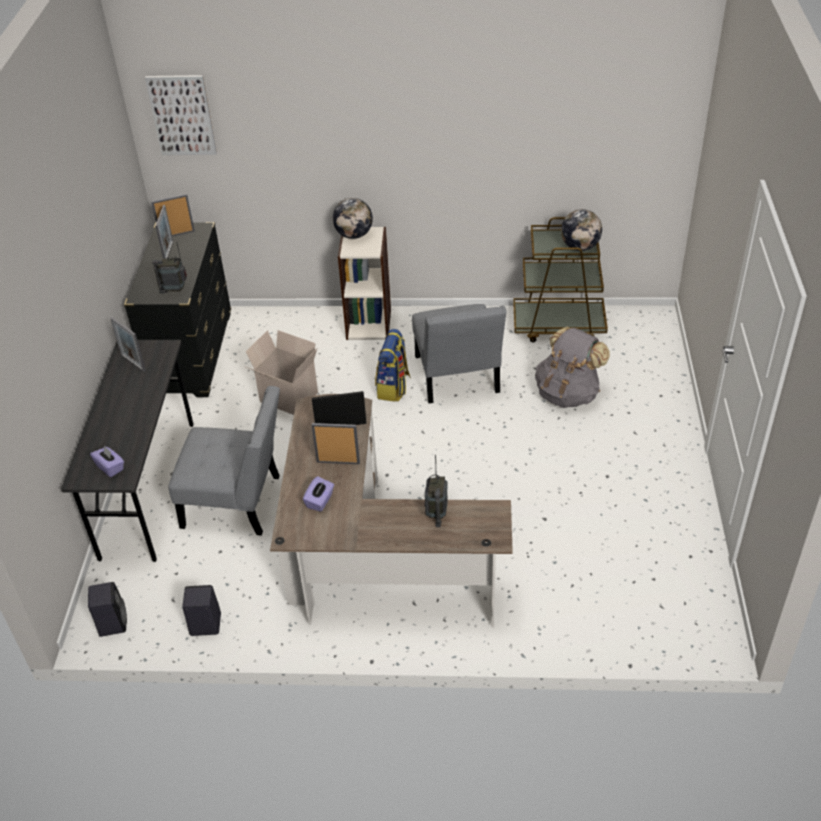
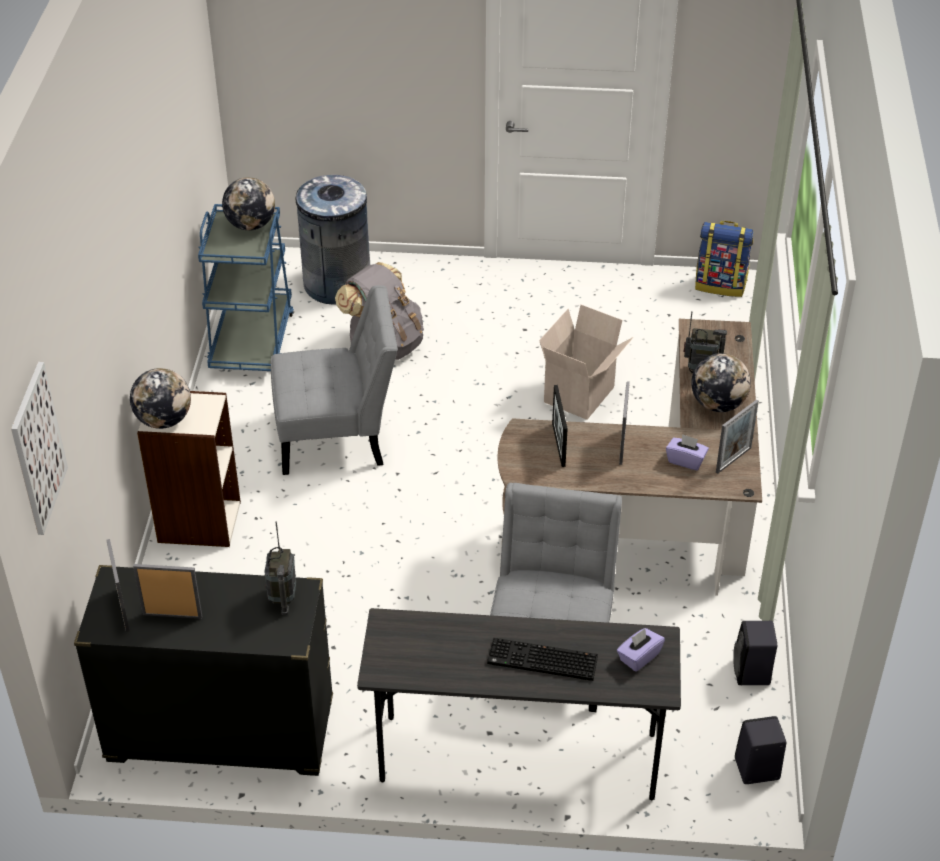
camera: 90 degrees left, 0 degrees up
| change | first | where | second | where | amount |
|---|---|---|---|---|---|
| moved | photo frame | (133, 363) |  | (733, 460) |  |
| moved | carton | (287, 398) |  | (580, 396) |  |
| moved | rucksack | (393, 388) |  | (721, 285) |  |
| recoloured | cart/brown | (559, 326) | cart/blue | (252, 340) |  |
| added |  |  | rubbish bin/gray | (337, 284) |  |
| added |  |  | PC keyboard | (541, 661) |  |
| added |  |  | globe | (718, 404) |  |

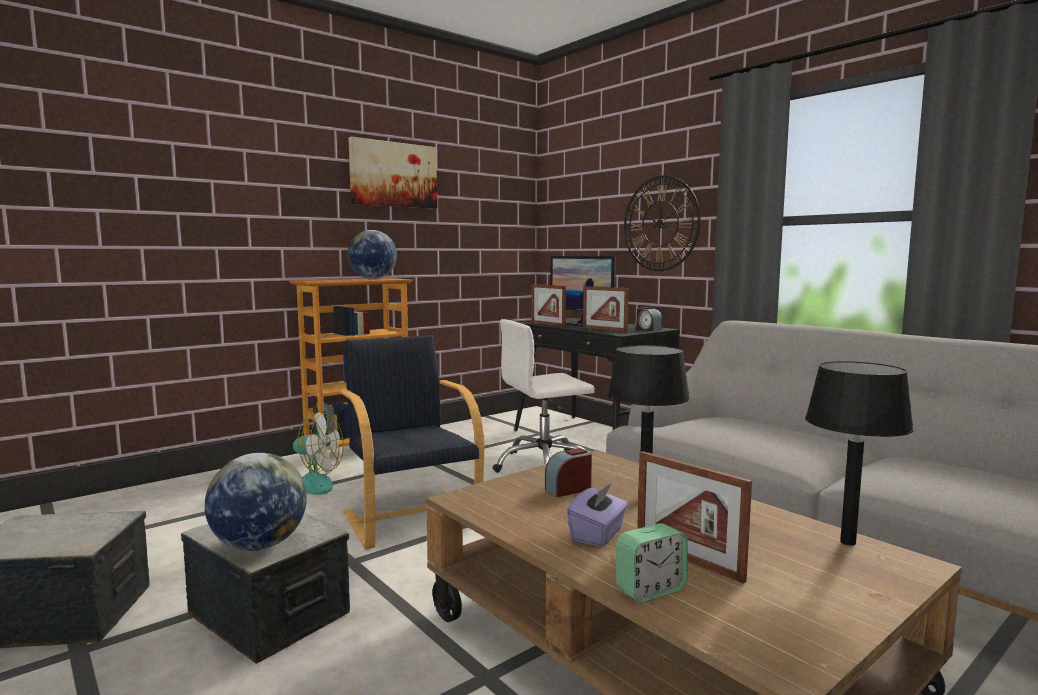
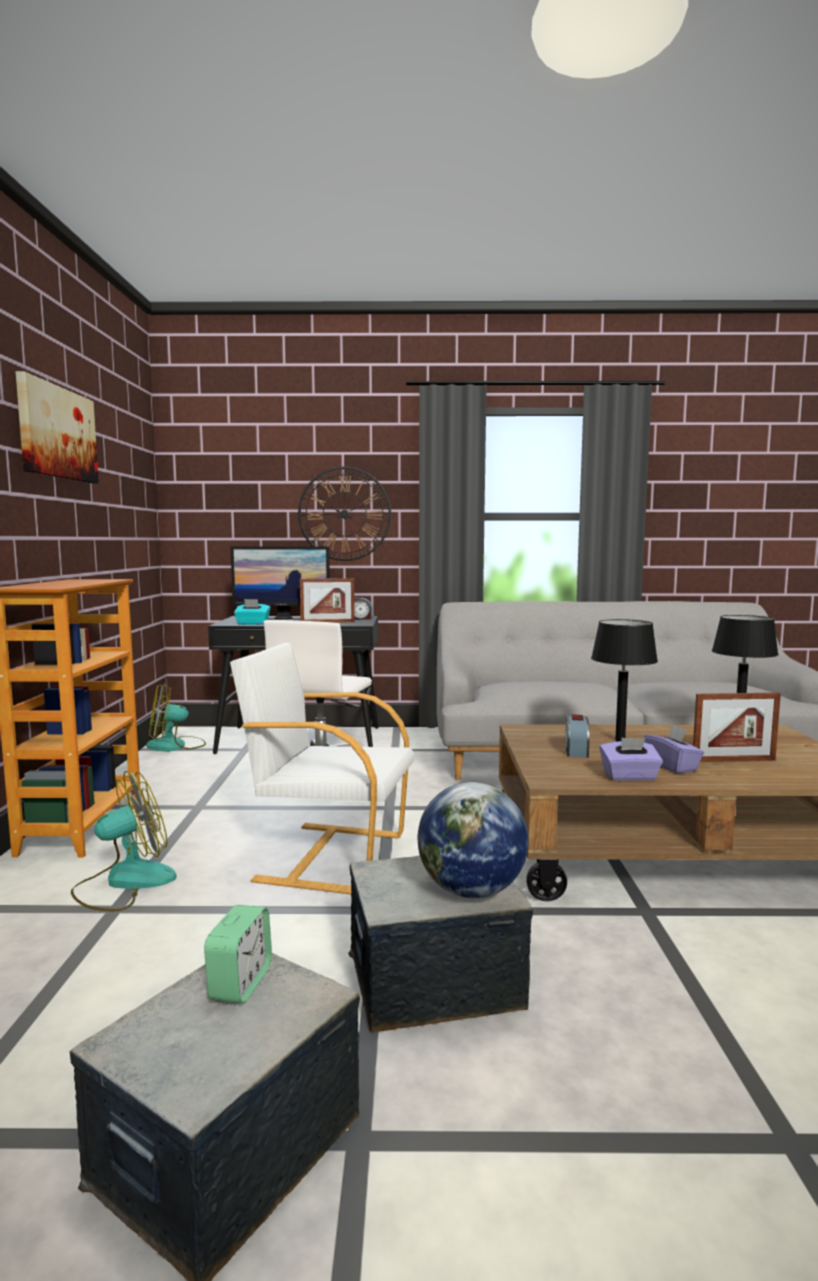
camera: 50 degrees left, 0 degrees up
| change | first | where | second | where | amount |
|---|---|---|---|---|---|
| recoloured | armchair/blackish | (411, 518) | armchair/whitish | (329, 856) |  |
| removed | globe | (373, 279) |  |  |  |
| replaced | photo frame | (548, 324) | tissue holder/blue-green | (252, 624) |  |
| moved | table clock | (650, 590) |  | (240, 984) |  |
| added |  |  | cooling fan | (175, 746) |  |
| added |  |  | tissue holder/purple | (629, 777) |  |

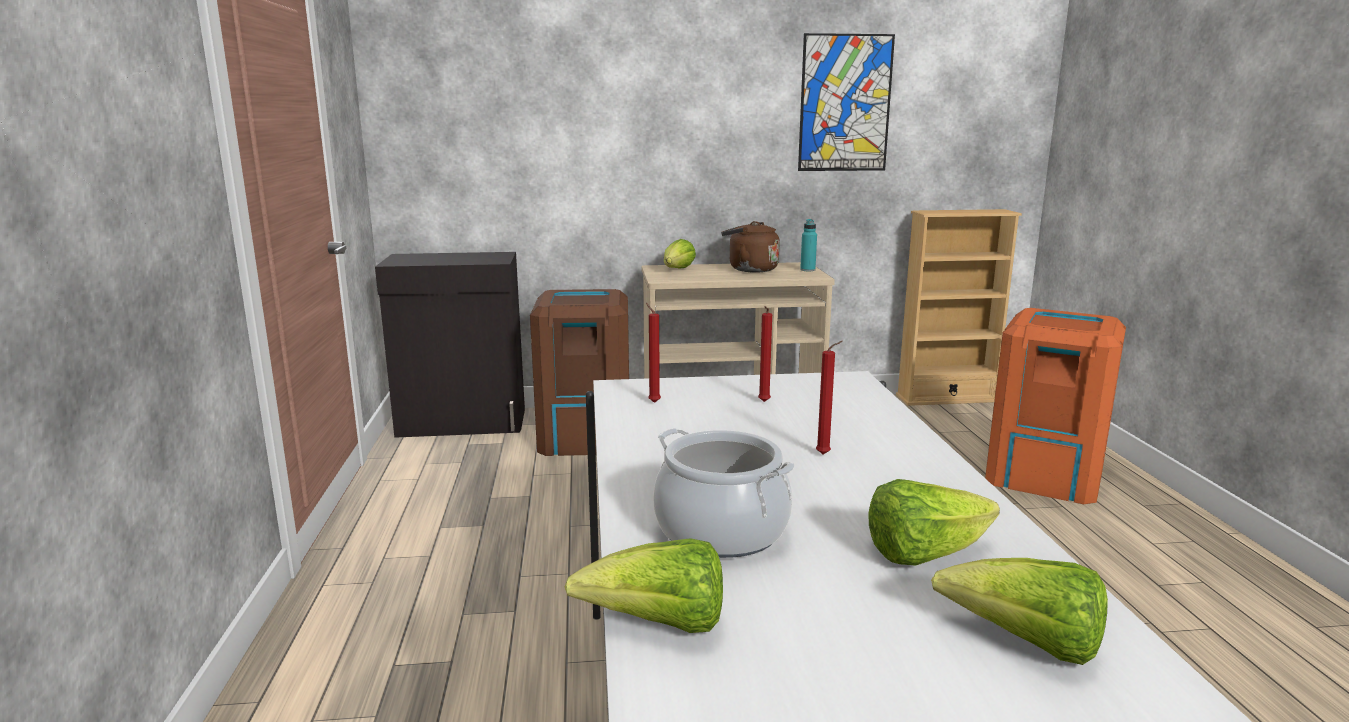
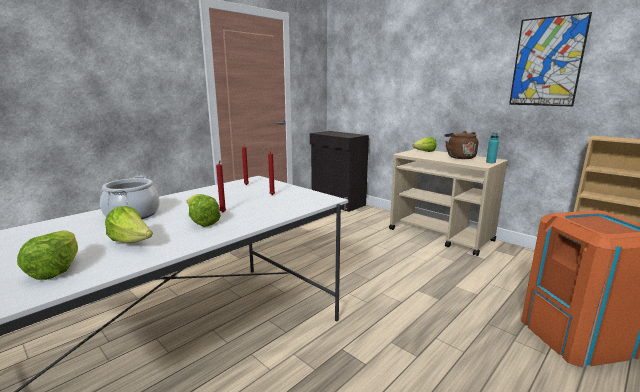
camera: 50 degrees right, 0 degrees up
| change | first | where | second | where | amount |
|---|---|---|---|---|---|
| removed | rubbish bin/brown | (585, 437) |  |  |  |
| moved | head of lettuce | (659, 626) |  | (202, 222) |  |

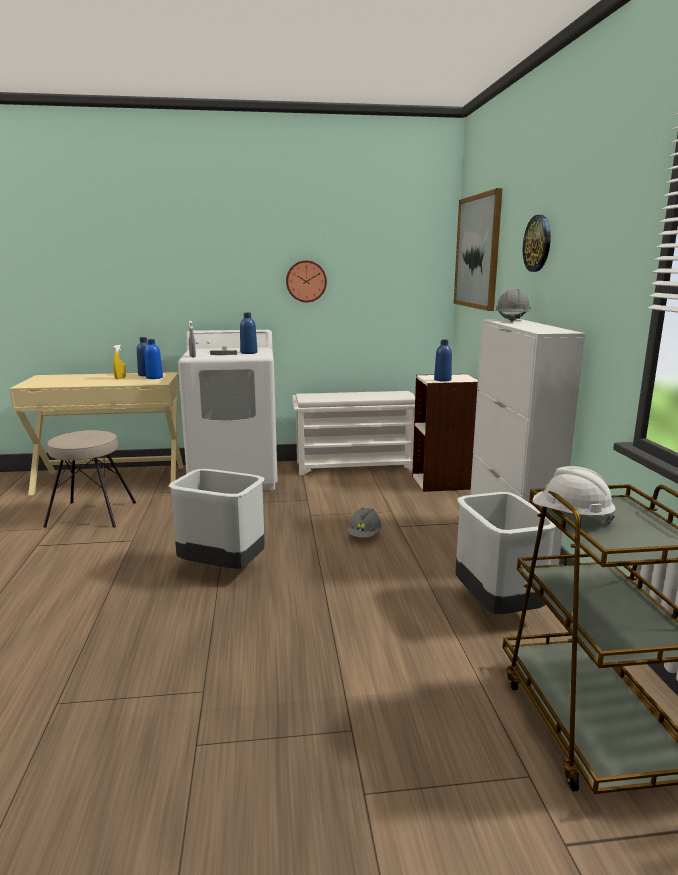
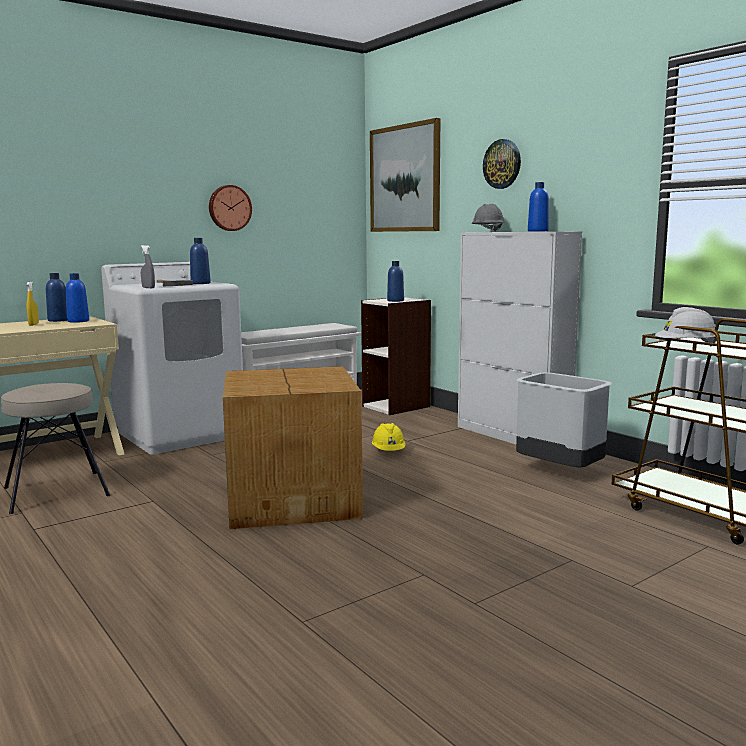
camera: 30 degrees left, 5 degrees down
| change | first | where | second | where | amount |
|---|---|---|---|---|---|
| replaced | rubbish bin/gray | (223, 568) | carton | (294, 498) |  |
| recoloured | safety helmet/gray | (365, 535) | safety helmet/yellowish | (388, 452) |  |
| added |  |  | drink bottle/blue | (538, 231) |  |

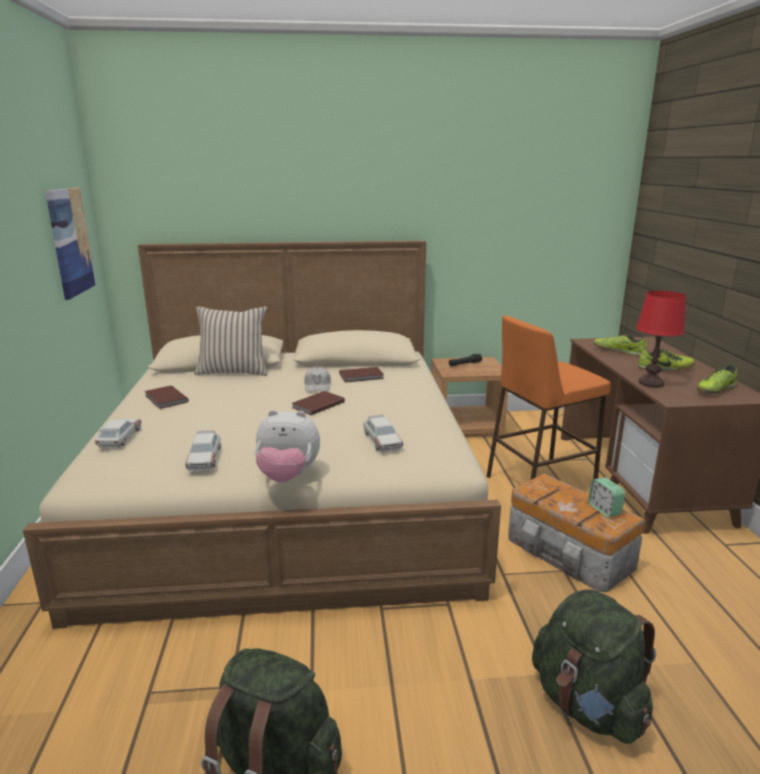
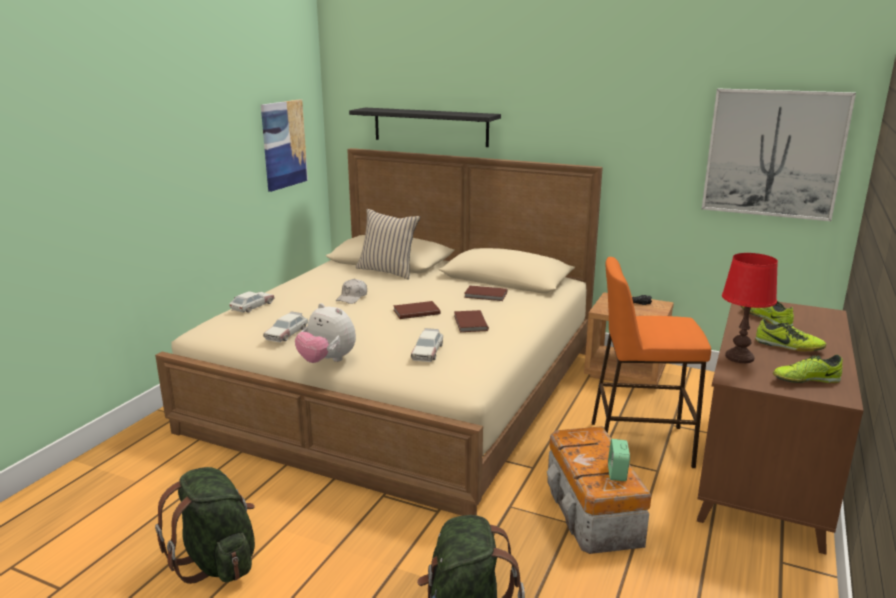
camera: 30 degrees right, 0 degrees up
| change | first | where | second | where | amount |
|---|---|---|---|---|---|
| moved | bound book/brown | (165, 399) |  | (469, 323) |  |
| moved | peaked cap/whitish | (317, 386) |  | (352, 297) |  |
| added |  |  | shelf/blackish | (430, 127) |  |
| added |  |  | picture | (774, 154) |  |

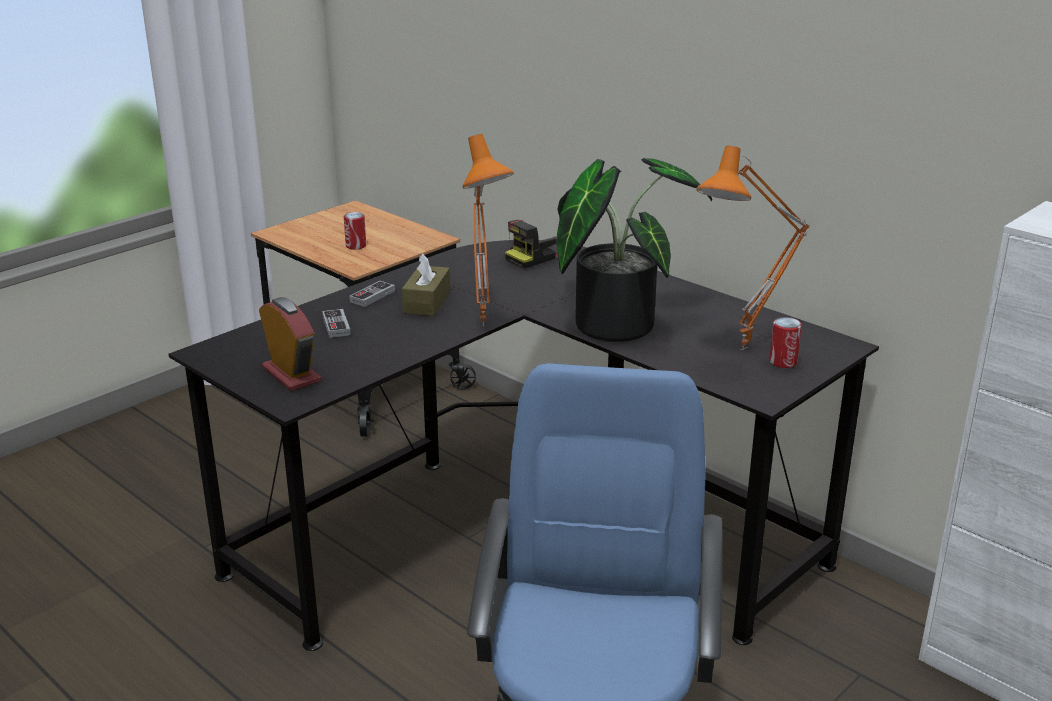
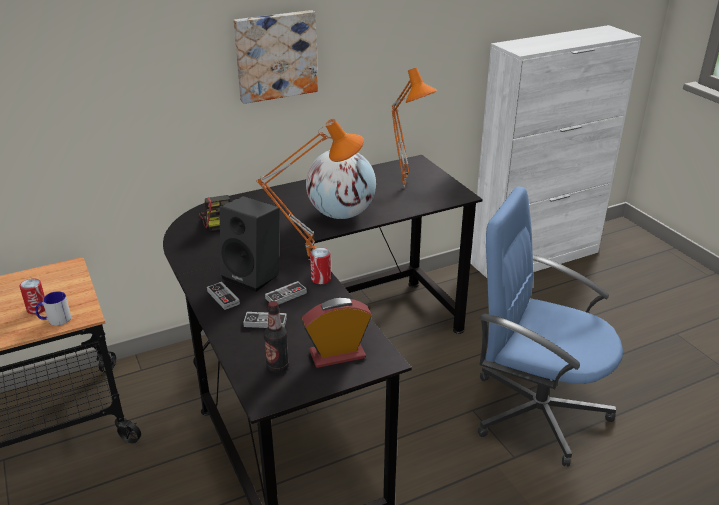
camera: 70 degrees left, 5 degrees up
| change | first | where | second | where | amount |
|---|---|---|---|---|---|
| replaced | tissue holder/brown | (427, 302) | speaker/blackish | (254, 275) |  |
| replaced | houseplant | (614, 321) | globe | (341, 214) |  |
| moved | can | (783, 362) |  | (321, 279) |  |
| added |  |  | coffee mug | (55, 320) |  |
| added |  |  | picture | (275, 55) |  |
| added |  |  | drink bottle | (277, 367) |  |
| added |  |  | joypad | (286, 295) |  |

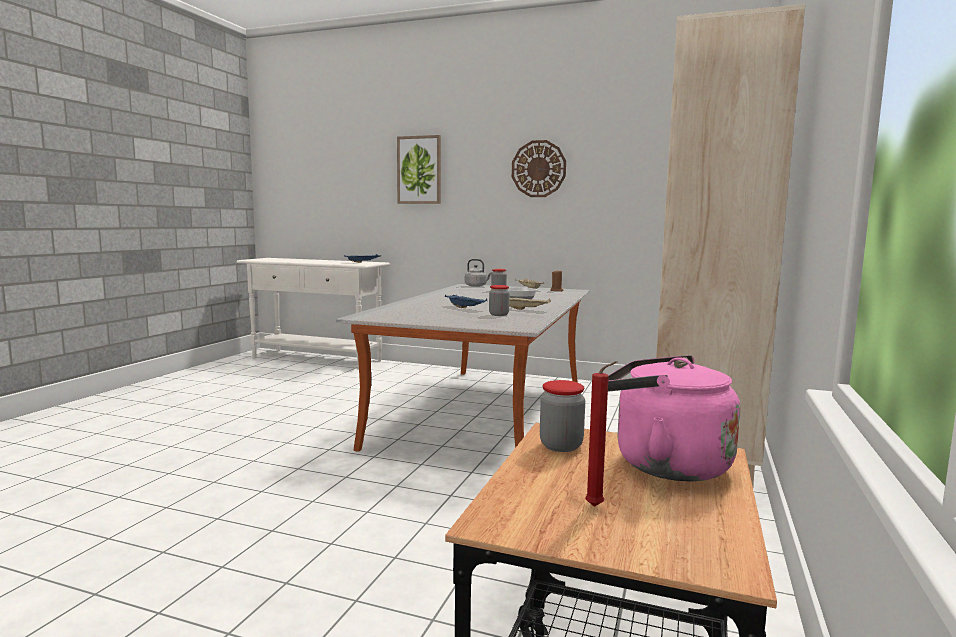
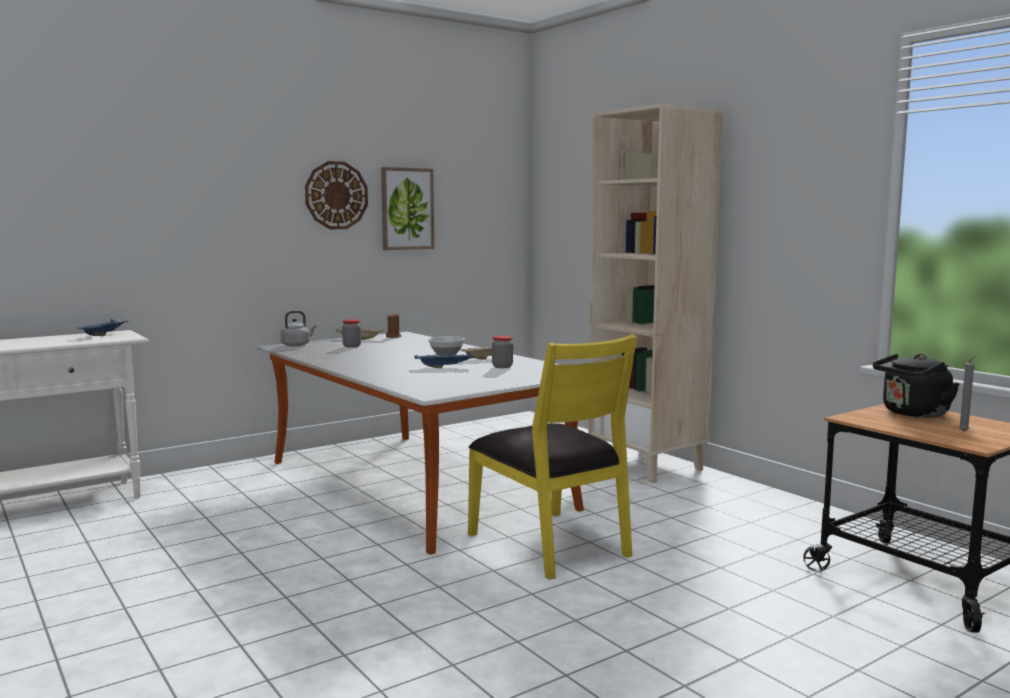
camera: 55 degrees left, 0 degrees up
| change | first | where | second | where | amount |
|---|---|---|---|---|---|
| moved | picture | (419, 170) |  | (407, 209) |  |
| removed | jar | (561, 446) |  |  |  |
| recoloured | wax candle/reddish | (597, 507) | wax candle/gray | (964, 431) |  |
| recoloured | tea kettle/pink-coloured | (664, 464) | tea kettle/blackish | (912, 414) |  |
| added |  |  | plain chair/yellowish | (551, 544) |  |

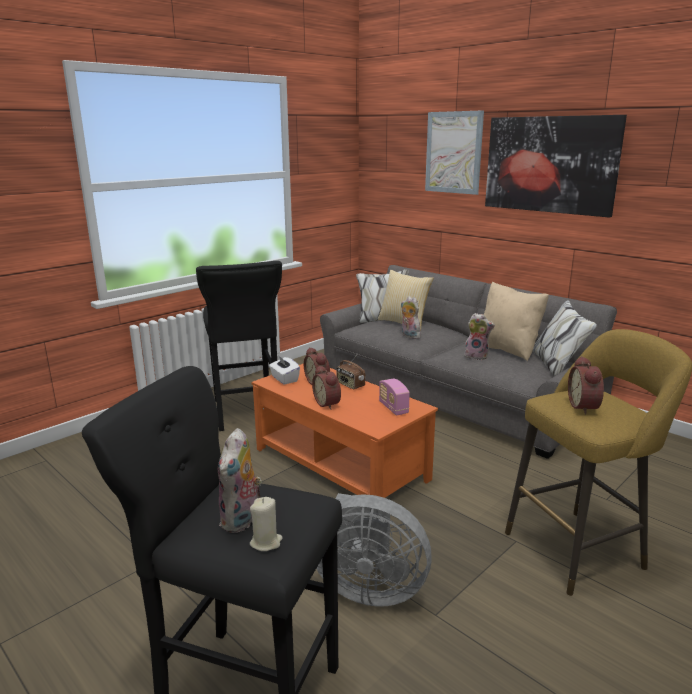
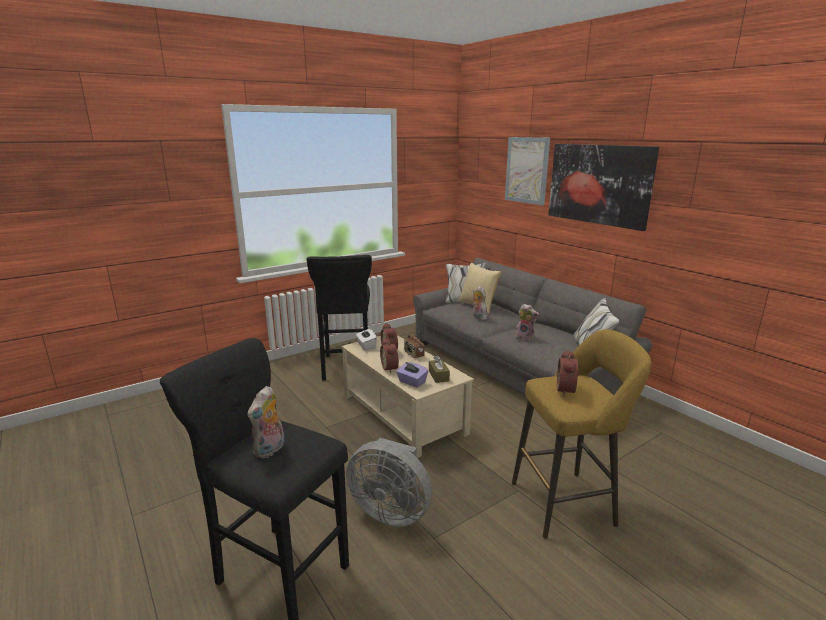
camera: 10 degrees right, 0 degrees up
| change | first | where | second | where | amount |
|---|---|---|---|---|---|
| removed | wax candle/beige-coloured | (266, 542) |  |  |  |
| recoloured | low table/orange-coloured | (341, 463) | low table/beige-coloured | (404, 414) |  |
| replaced | radio | (393, 408) | tissue holder/brown | (438, 376) |  |
| removed | throw pillow/beige-coloured | (507, 349) |  |  |  |
| added |  |  | tissue holder/purple | (412, 382) |  |

